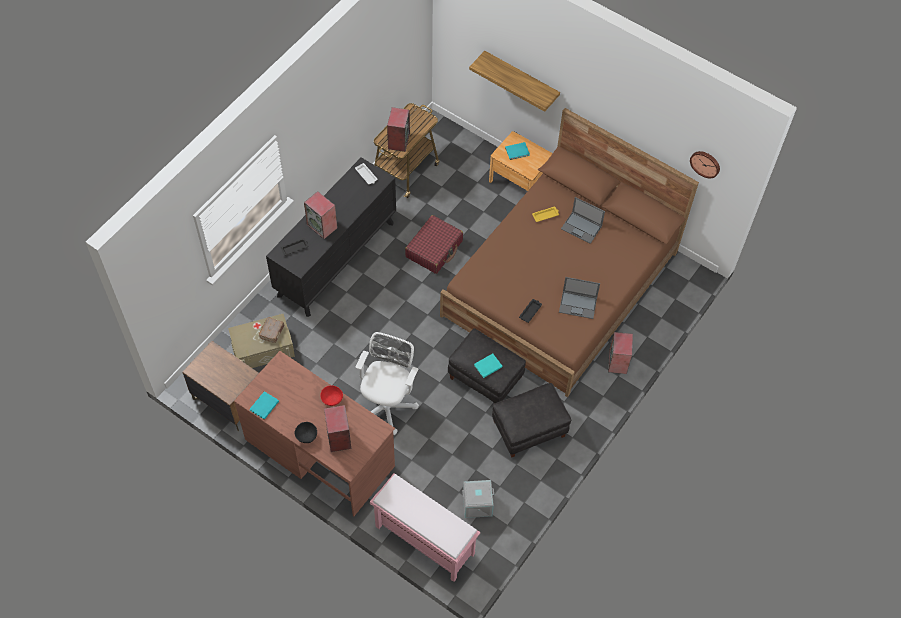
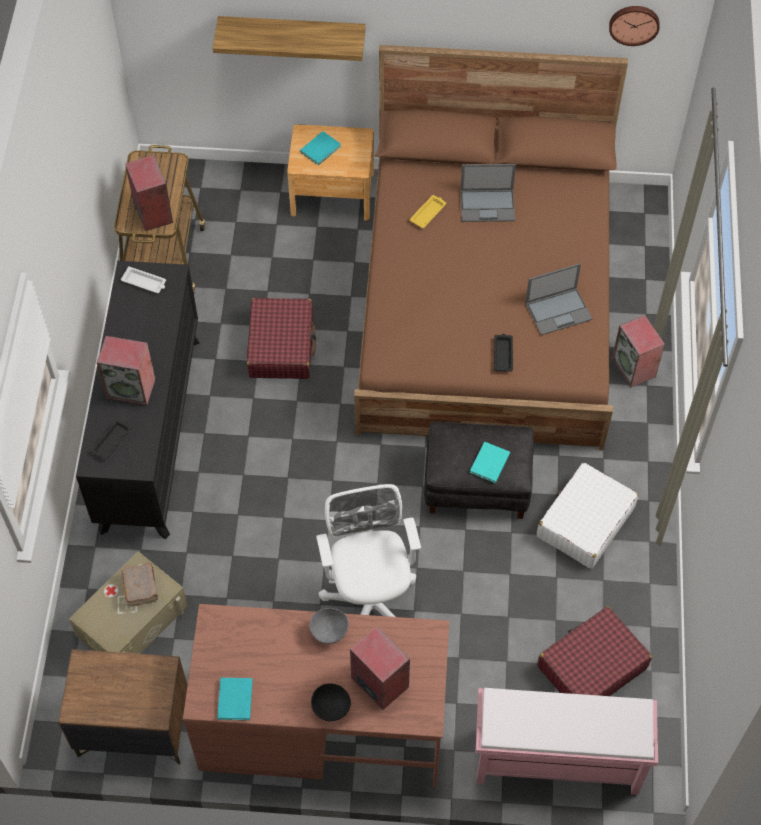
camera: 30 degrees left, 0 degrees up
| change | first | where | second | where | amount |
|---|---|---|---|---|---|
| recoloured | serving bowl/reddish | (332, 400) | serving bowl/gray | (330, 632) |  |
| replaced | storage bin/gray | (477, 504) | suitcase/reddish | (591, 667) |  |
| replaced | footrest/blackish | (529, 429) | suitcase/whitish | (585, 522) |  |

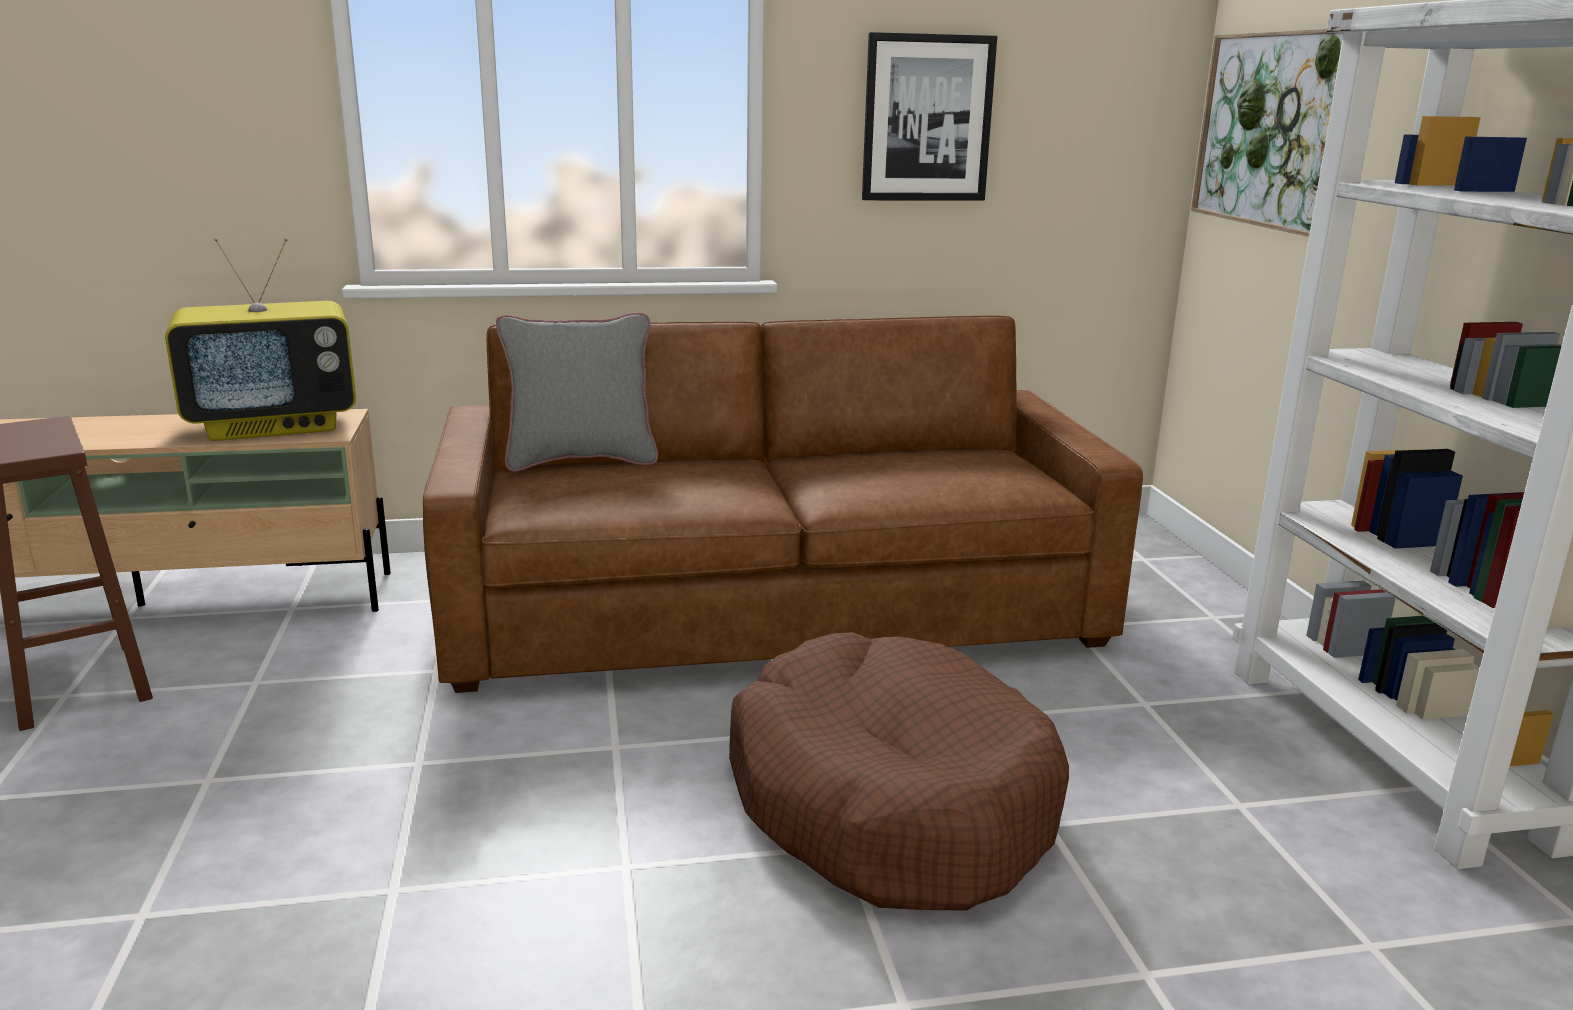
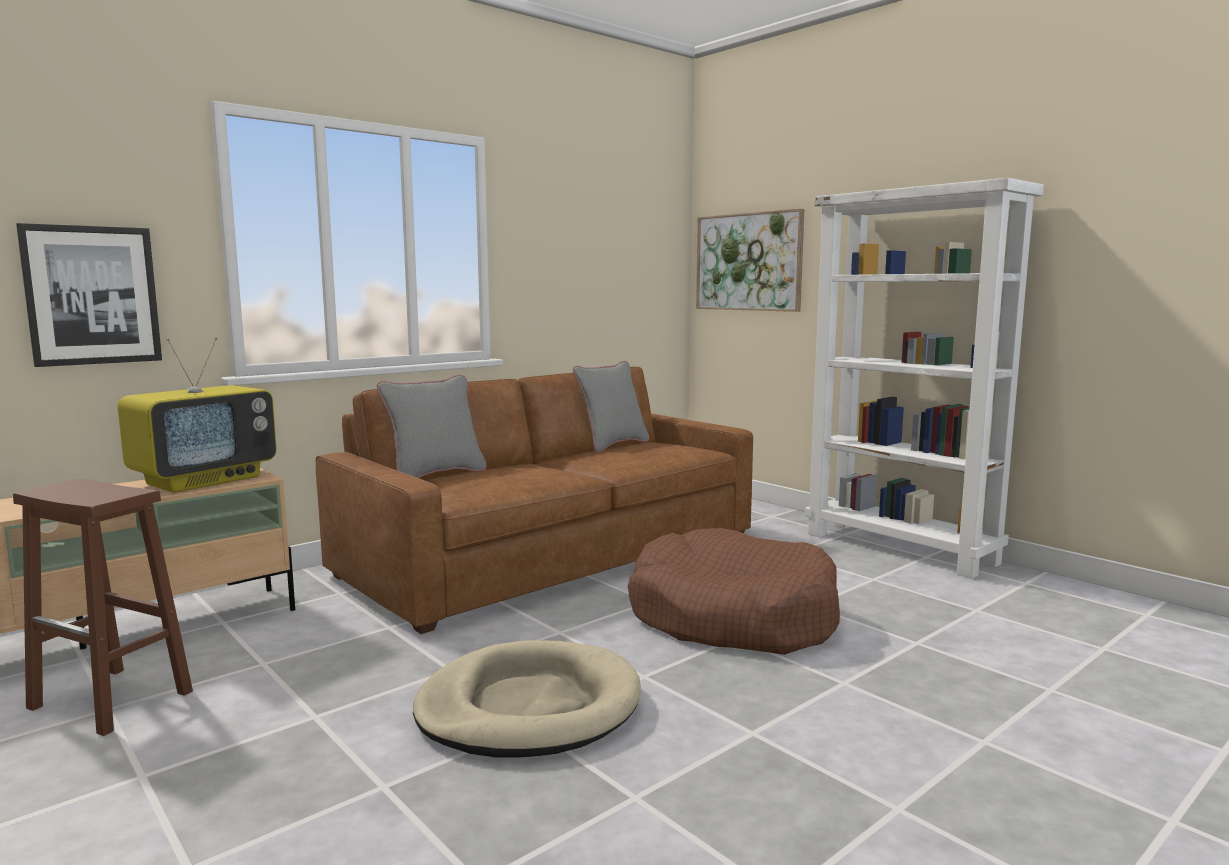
camera: 30 degrees left, 10 degrees down
| change | first | where | second | where | amount |
|---|---|---|---|---|---|
| moved | picture | (927, 118) |  | (92, 295) |  |
| added |  |  | pet bed/beige-coloured | (529, 707) |  |
| added |  |  | throw pillow/gray | (612, 445) |  |

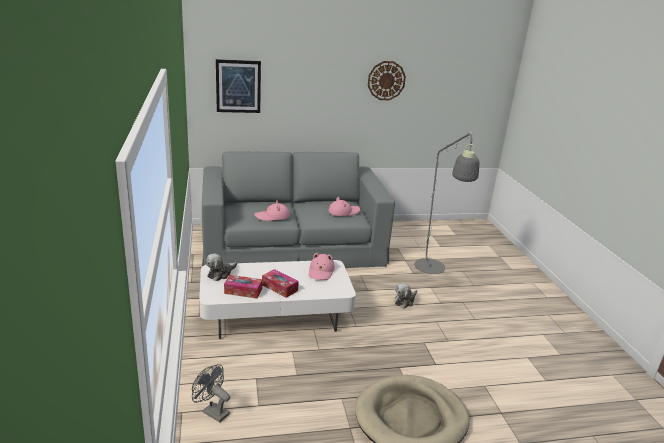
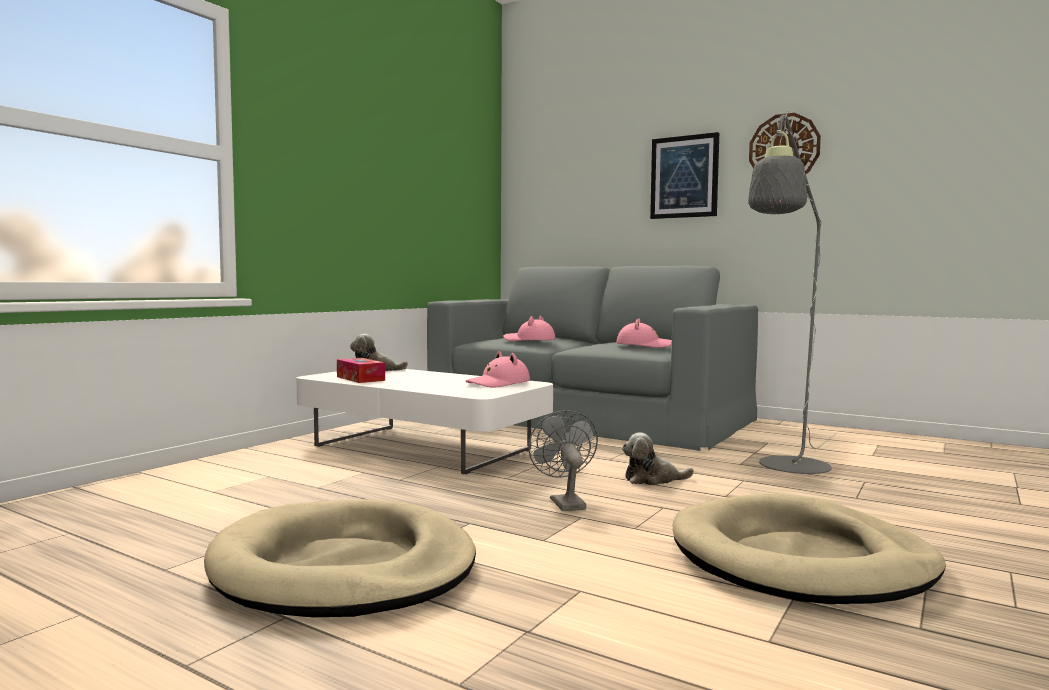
camera: 45 degrees right, 20 degrees down
| change | first | where | second | where | amount |
|---|---|---|---|---|---|
| moved | cooling fan/gray | (212, 411) |  | (564, 502) |  |
| moved | picture | (238, 86) |  | (684, 177) |  |
| removed | tissue holder | (279, 288) |  |  |  |
| added |  |  | pet bed/beige-coloured | (800, 559) |  |

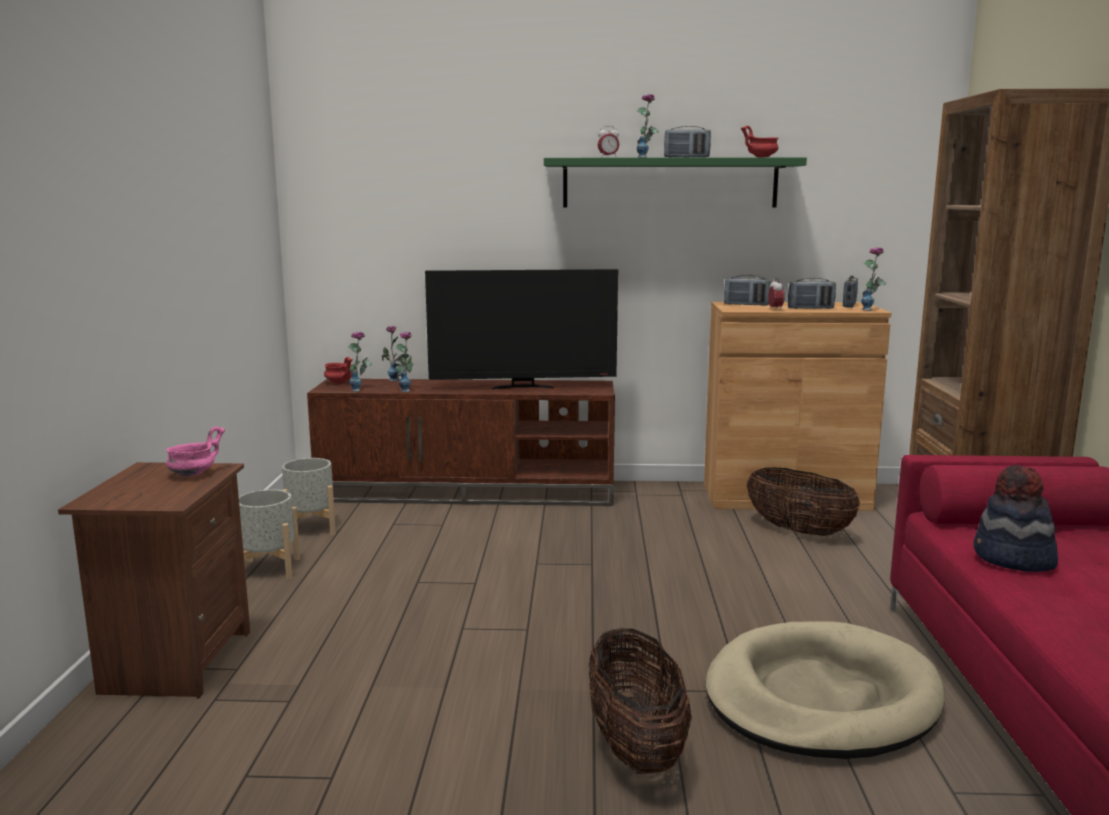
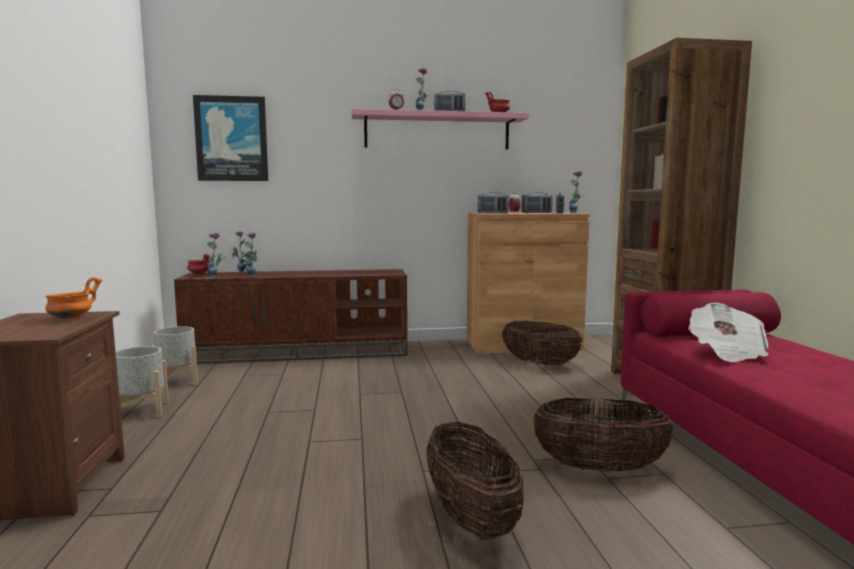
camera: 10 degrees left, 5 degrees down
| change | first | where | second | where | amount |
|---|---|---|---|---|---|
| recoloured | serving bowl/pink-coloured | (193, 474) | serving bowl/orange-coloured | (71, 318) |  |
| removed | television | (523, 387) |  |  |  |
| recoloured | shelf/green | (669, 183) | shelf/pink-coloured | (437, 132) |  |
| replaced | pet bed/beige-coloured | (820, 698) | household basket | (599, 468) |  |
| replaced | wearable hat | (1013, 559) | daily paper | (726, 352) |  |
| added |  |  | picture | (231, 139) |  |

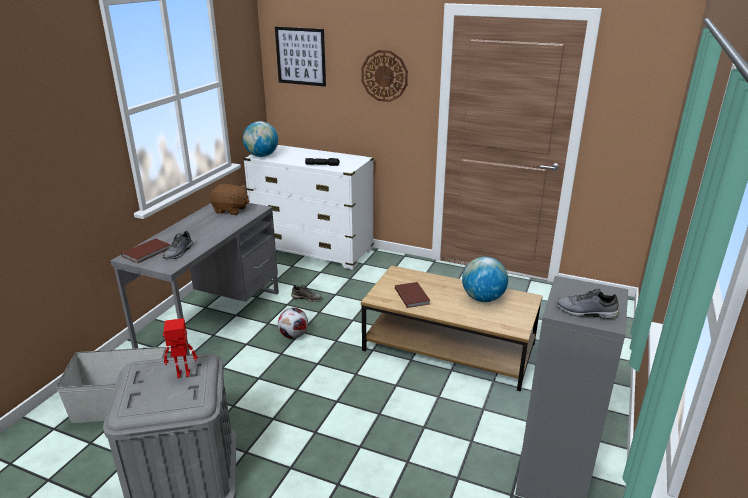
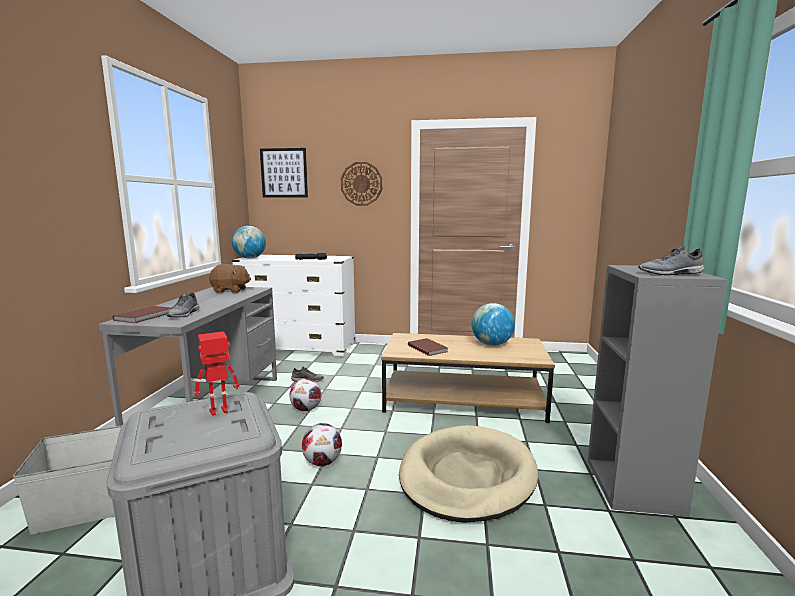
camera: 15 degrees left, 15 degrees down
| change | first | where | second | where | amount |
|---|---|---|---|---|---|
| added |  |  | football | (323, 462) |  |
| added |  |  | pet bed/beige-coloured | (467, 476) |  |

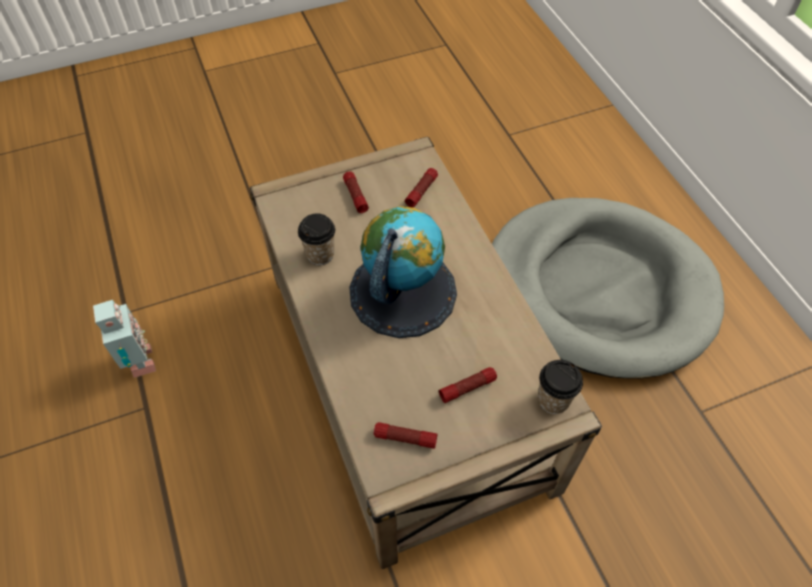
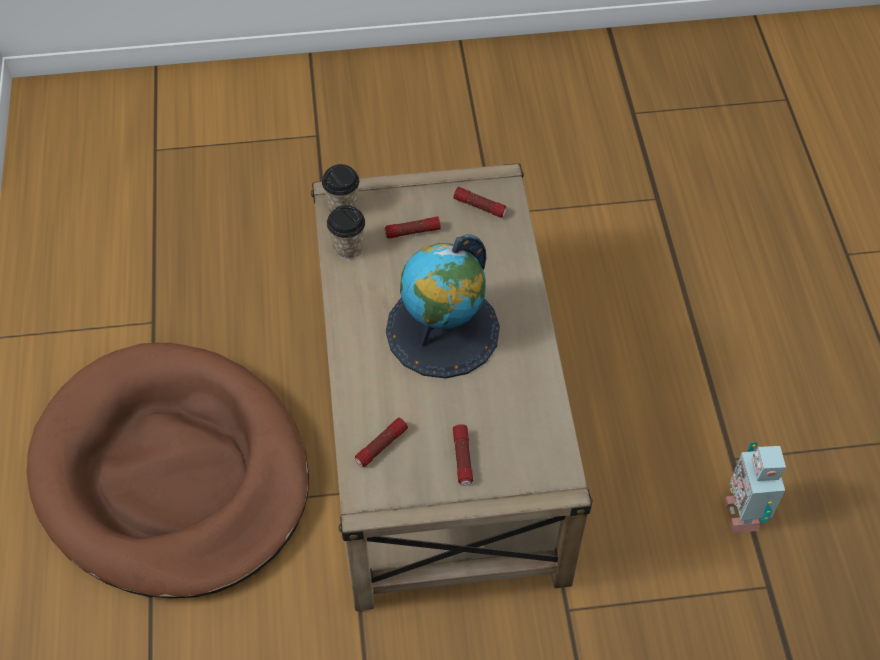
camera: 165 degrees left, 0 degrees up
| change | first | where | second | where | amount |
|---|---|---|---|---|---|
| moved | cup | (320, 254) |  | (348, 248) |  |
| recoloured | pet bed/gray | (598, 289) | pet bed/brown | (172, 474) |  |

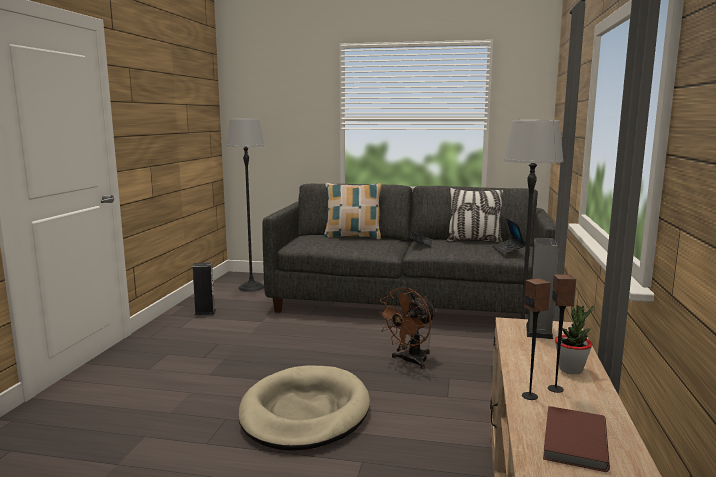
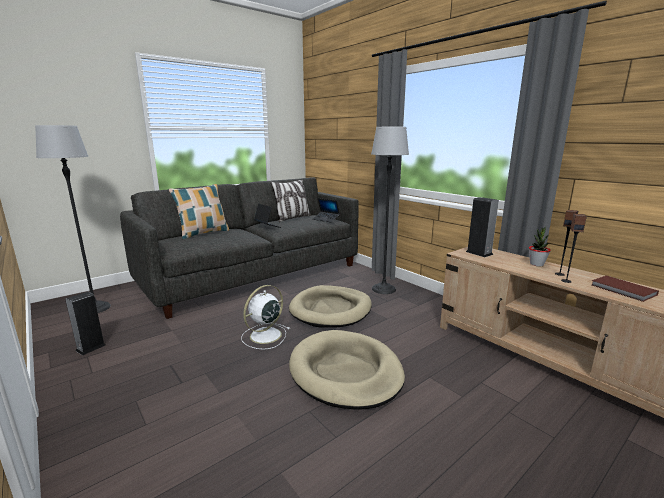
camera: 50 degrees left, 5 degrees up
| change | first | where | second | where | amount |
|---|---|---|---|---|---|
| replaced | cooling fan/brown | (409, 361) | pet bed/beige-coloured | (331, 309) |  |
| added |  |  | cooling fan/whitish | (264, 336) |  |

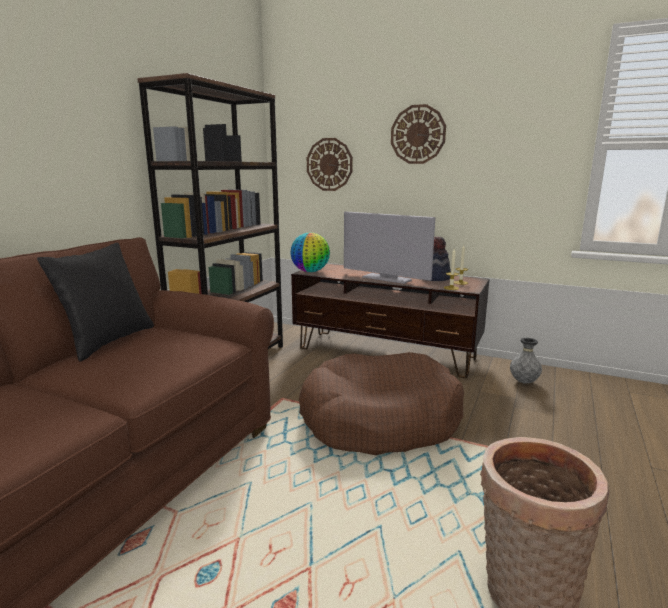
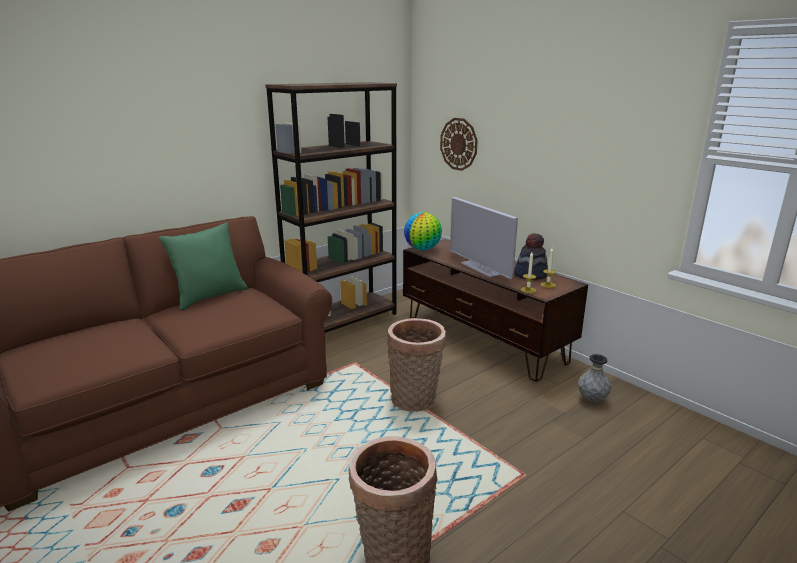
camera: 25 degrees right, 5 degrees up
| change | first | where | second | where | amount |
|---|---|---|---|---|---|
| recoloured | throw pillow/blackish | (108, 341) | throw pillow/green | (210, 297) |  |
| replaced | pet bed/brown | (379, 420) | household basket | (416, 401) |  |
| removed | hanging clock | (418, 134) |  |  |  |

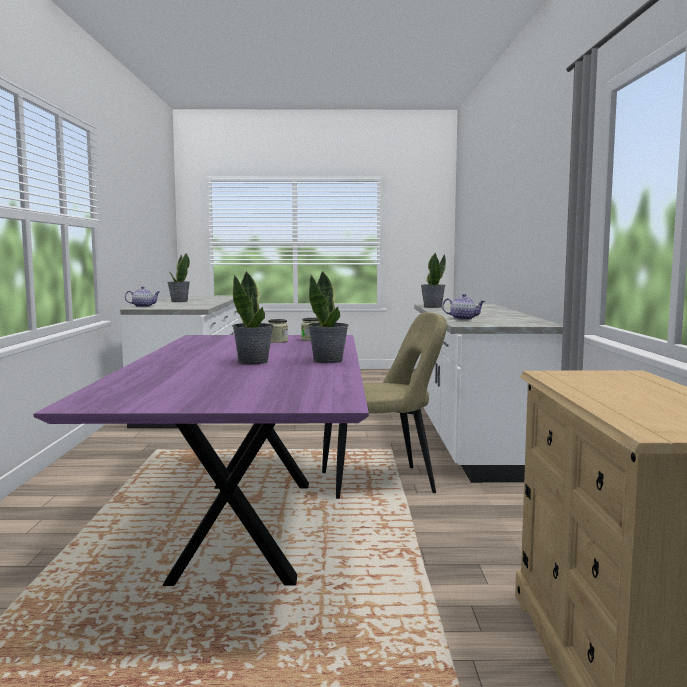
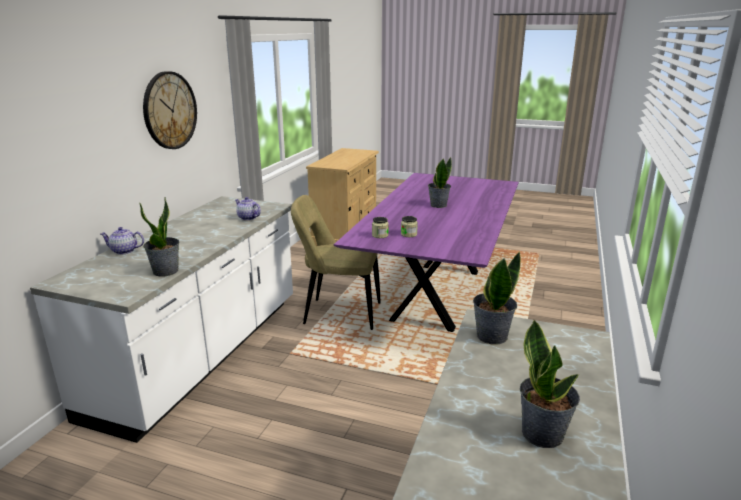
camera: 160 degrees left, 15 degrees up
| change | first | where | second | where | amount |
|---|---|---|---|---|---|
| moved | teapot | (143, 306) |  | (124, 251) |  |
| moved | houseplant | (328, 361) |  | (491, 336) |  |
| added |  |  | hanging clock | (170, 110) |  |

